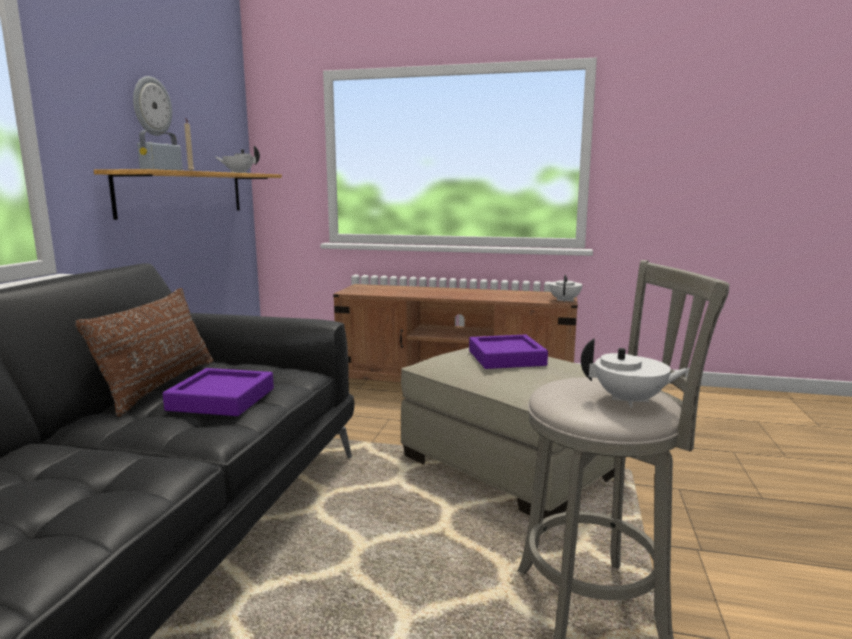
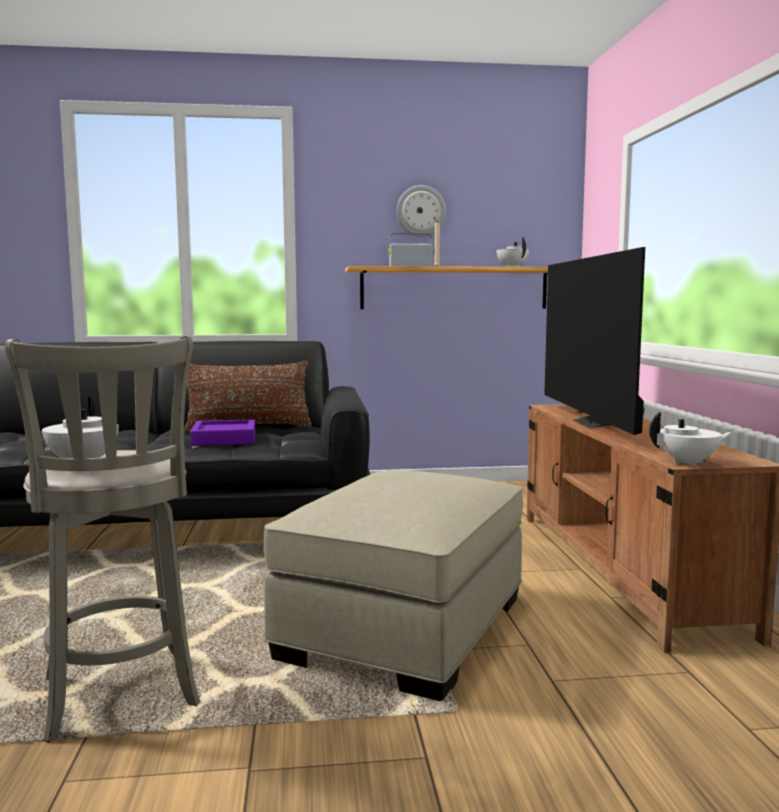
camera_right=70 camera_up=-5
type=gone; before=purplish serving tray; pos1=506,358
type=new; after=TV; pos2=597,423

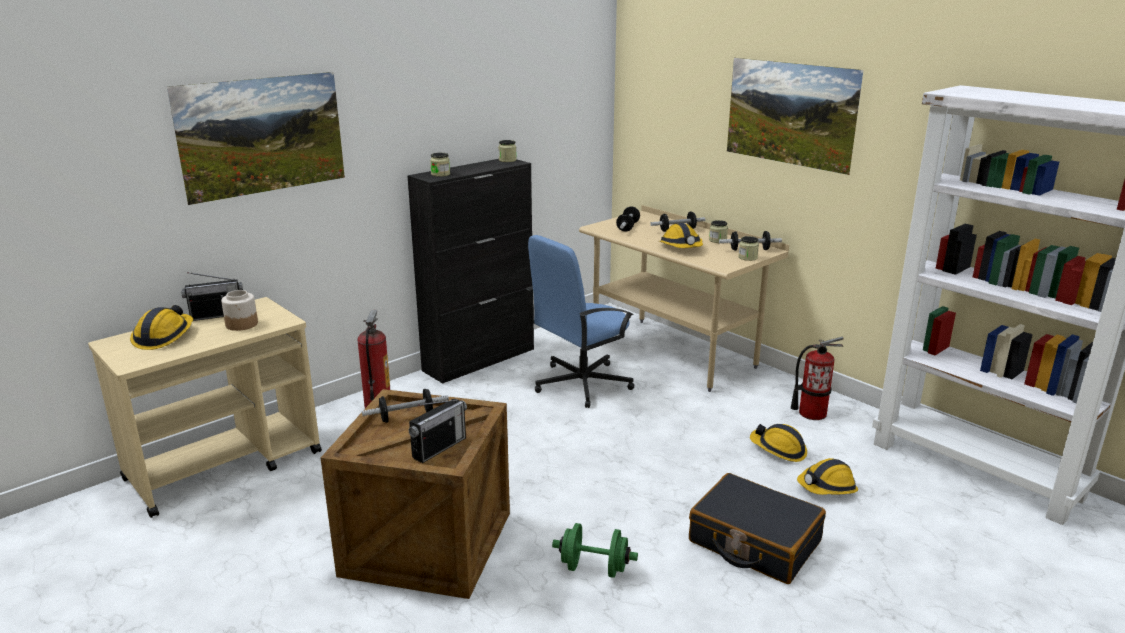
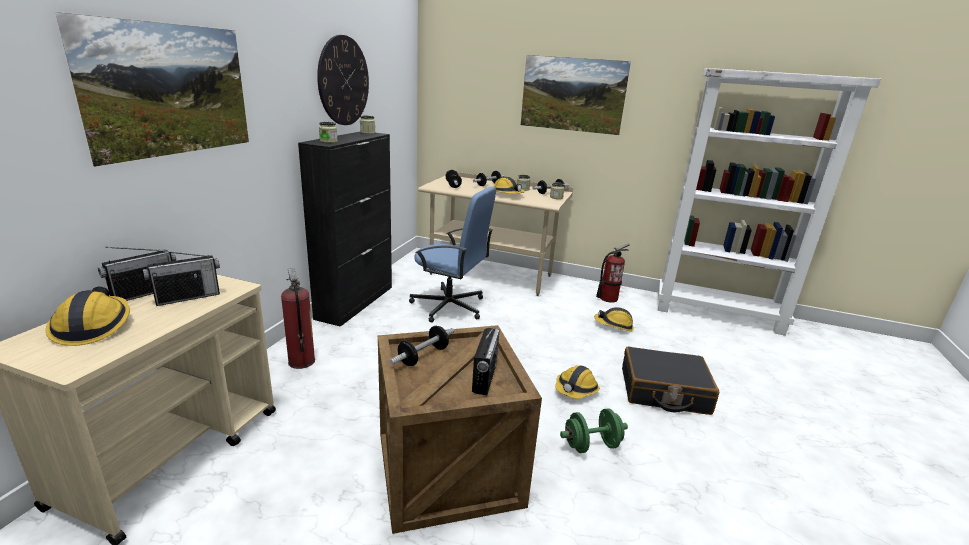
camera_right=-30 camera_up=0
type=rotated; before=blue-coloured computer chair; pos1=581,384; pos2=449,306; turn=-90
type=swapped; before=jar; after=radio set; pos1=242,324; pos2=188,297
type=shifted; before=hard hat; pos1=827,488; pos2=576,390
type=new; after=hanging clock; pos2=343,81

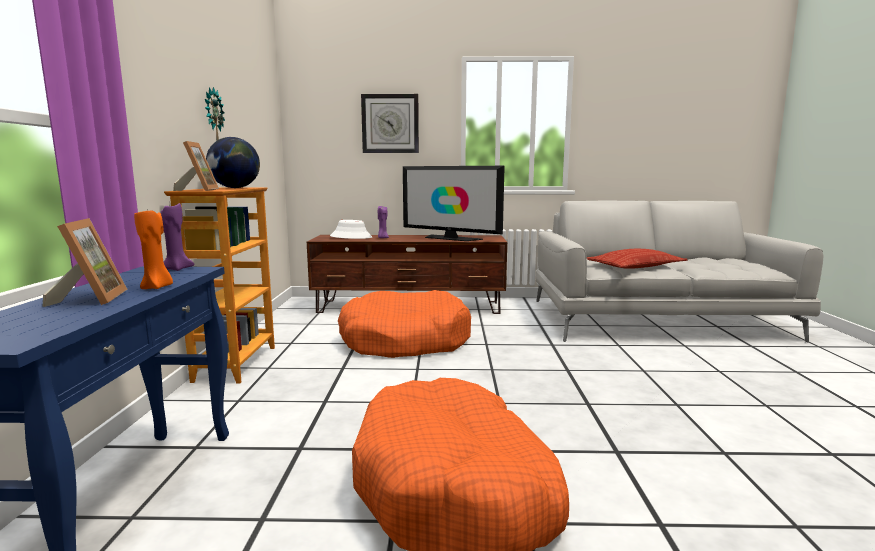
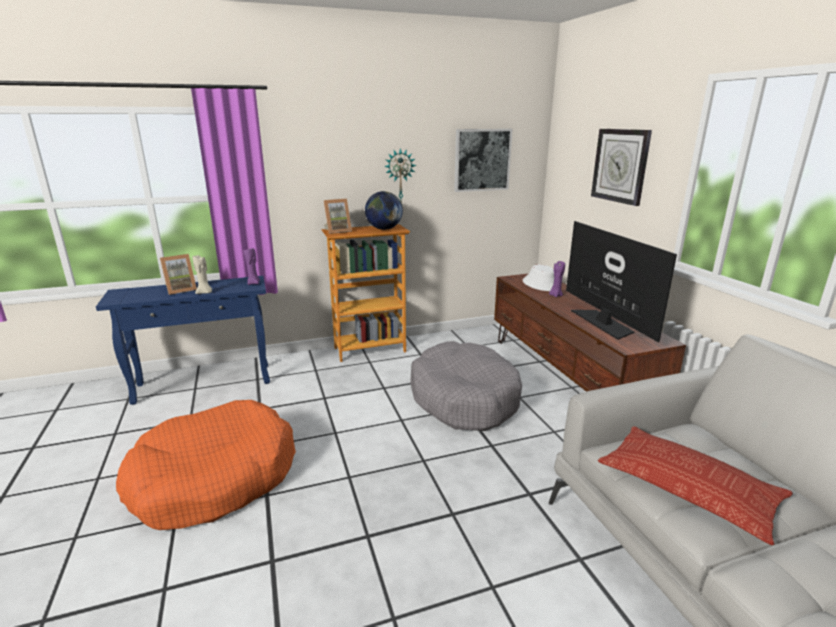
camera_right=70 camera_up=10
type=rotated; before=TV; pos1=451,238; pos2=603,322; turn=150
type=repainted; before=orange wax candle; after=sand-coloured wax candle; pos1=157,287; pos2=205,293
type=repainted; before=orange dog cushion; after=grey dog cushion; pos1=405,340; pos2=463,398
type=new; after=wall picture; pos2=482,160

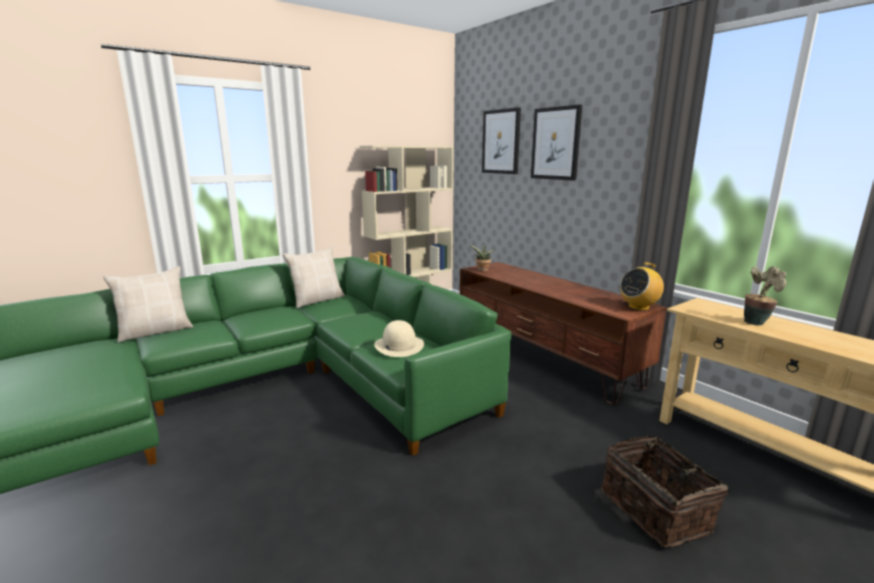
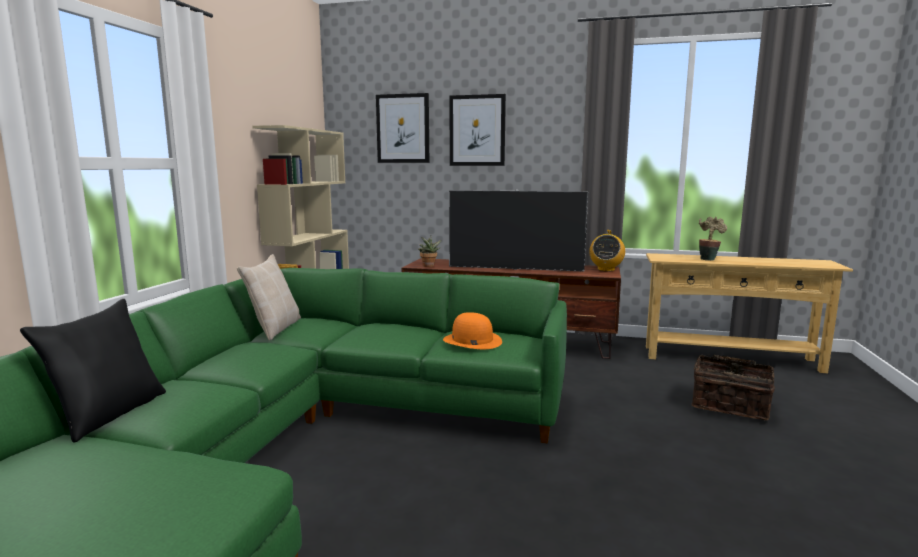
camera_right=-40 camera_up=-5
type=repainted; before=sand-coloured pillow; after=blackish pillow; pos1=155,332; pos2=109,414
type=repainted; before=sand-coloured clothing hat; after=orange clothing hat; pos1=399,345; pos2=472,340
type=new; after=TV; pos2=515,269

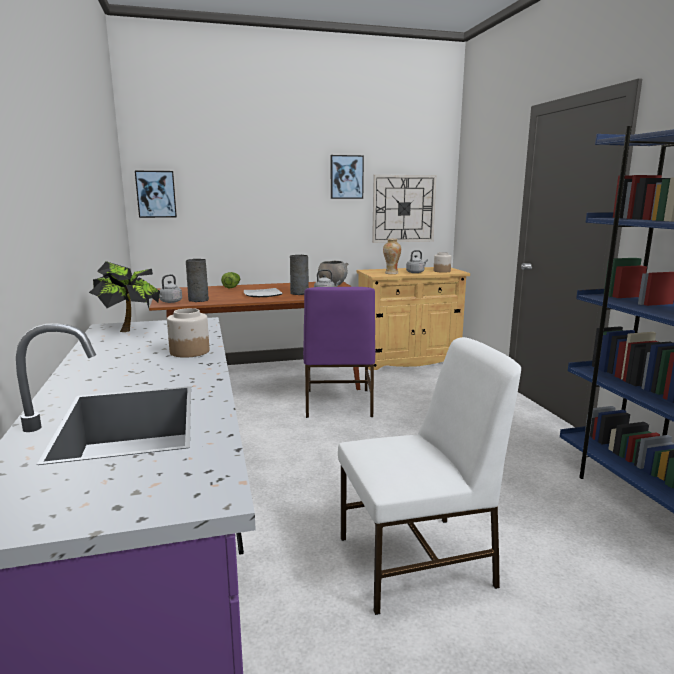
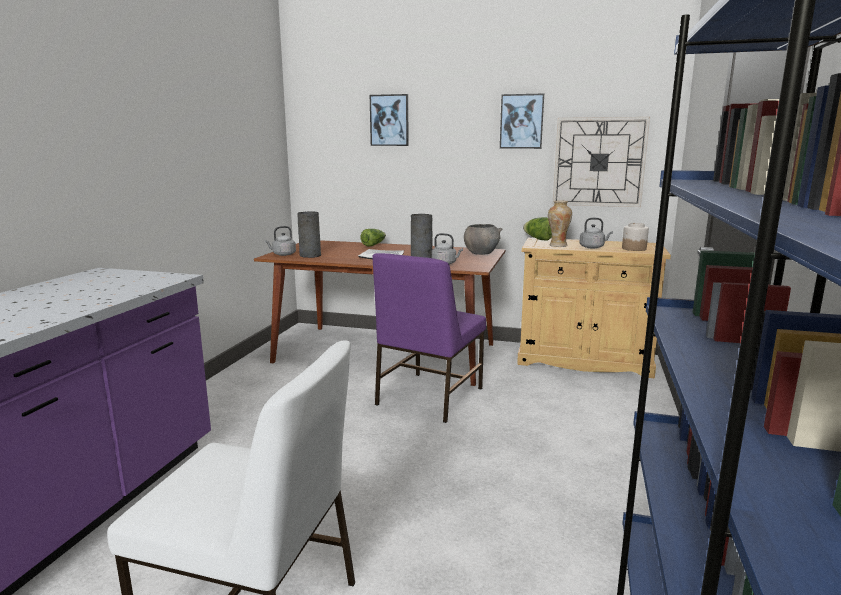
camera_right=30 camera_up=0
type=shifted; before=wall picture; pos1=156,194; pos2=389,120
type=gone; before=plant in a pot; pos1=129,328
type=gone; before=jar; pos1=189,352
type=new; after=lettuce head; pos2=538,239

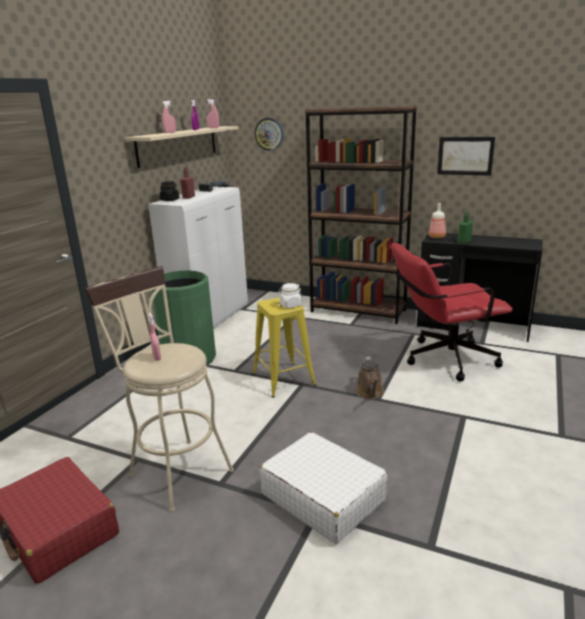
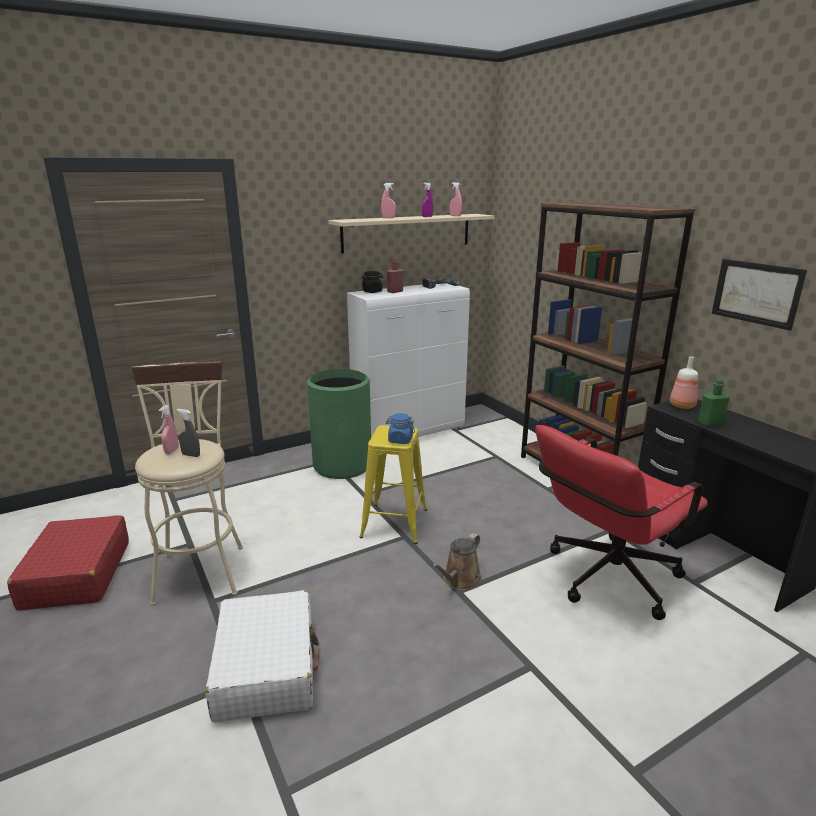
camera_right=35 camera_up=0
type=gone; before=hanging clock; pos1=269,134
type=rotated; before=reddish computer chair; pos1=442,359; pos2=605,580; turn=-60
type=repainted; before=whitish jar; after=blue-coloured jar; pos1=290,305; pos2=400,440
type=new; after=grey sprayer; pos2=191,455

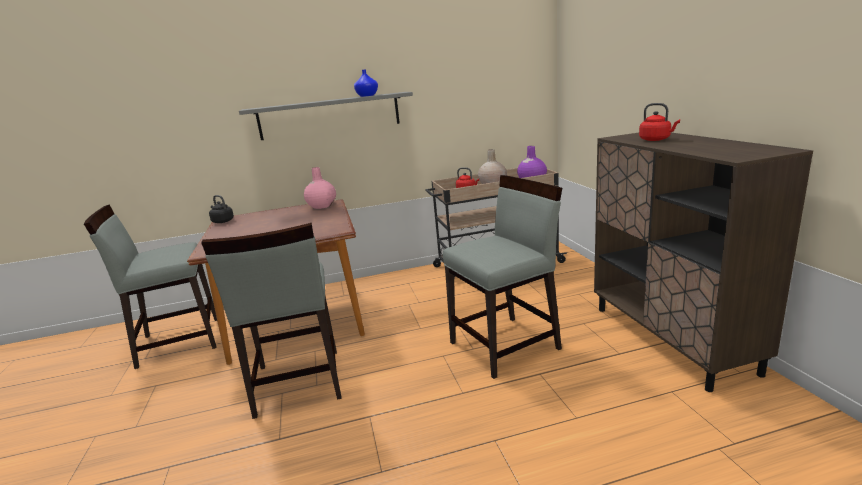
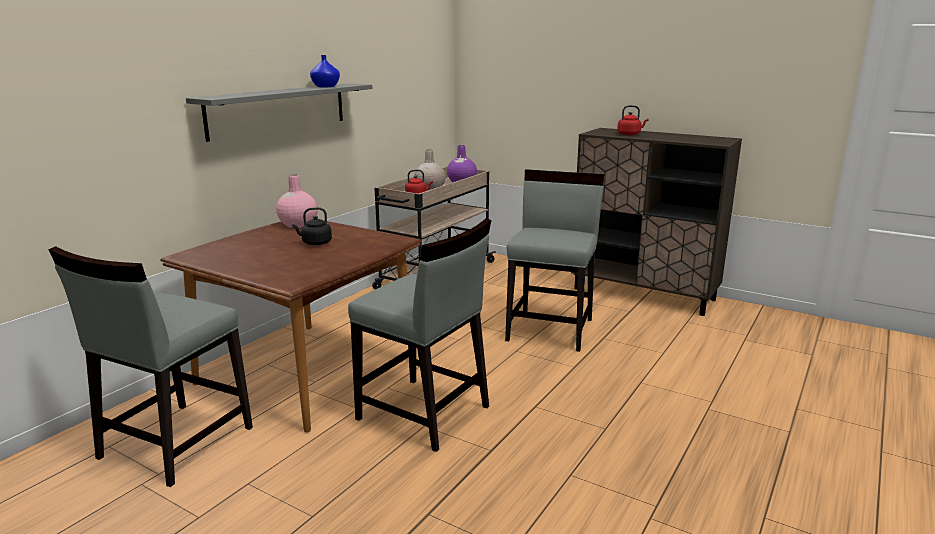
camera_right=-45 camera_up=0
type=shifted; before=blackish kettle; pos1=222,221; pos2=315,243

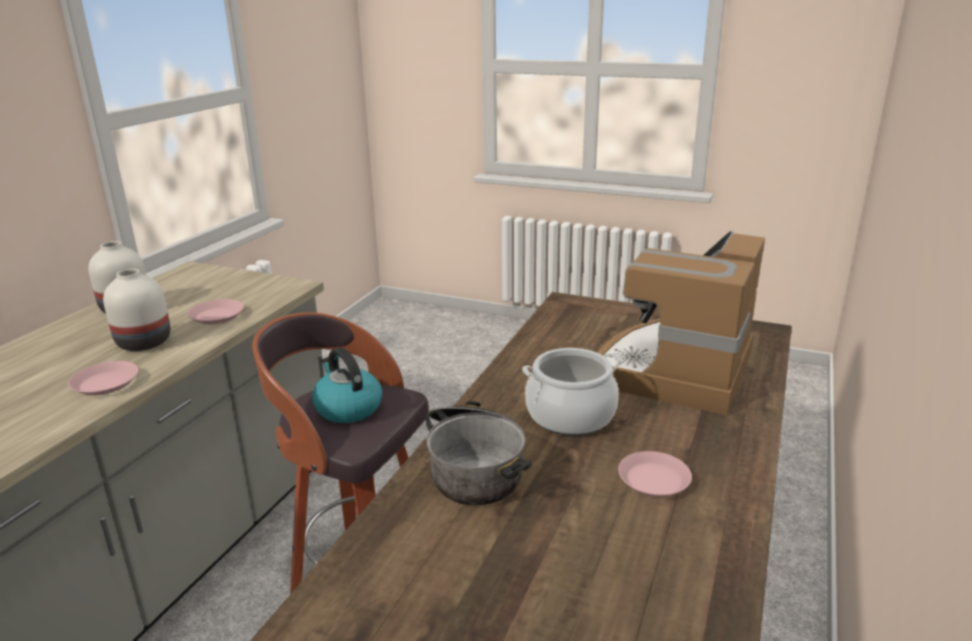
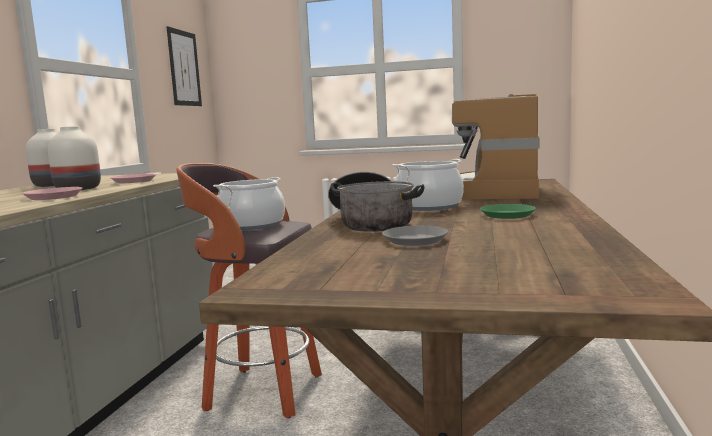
camera_right=-10 camera_up=-15
type=swapped; before=kettle; after=cooking pot; pos1=347,408; pos2=252,225
type=repainted; before=pinkish dinner plate; after=green-coloured dinner plate; pos1=653,479; pos2=507,215
type=new; after=wall picture; pos2=184,68
type=new; after=grey dinner plate; pos2=414,240

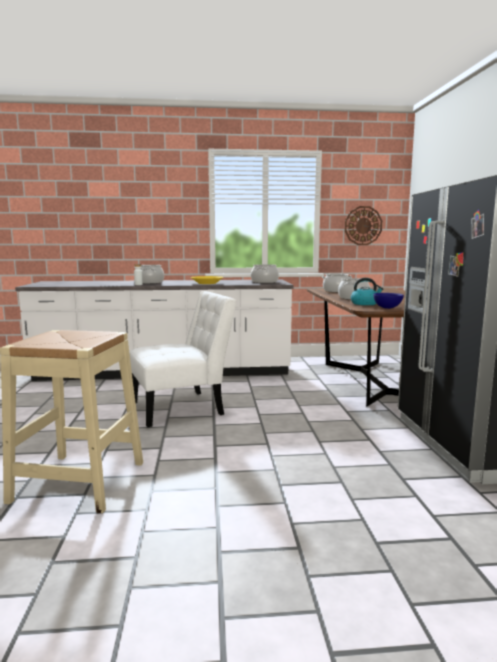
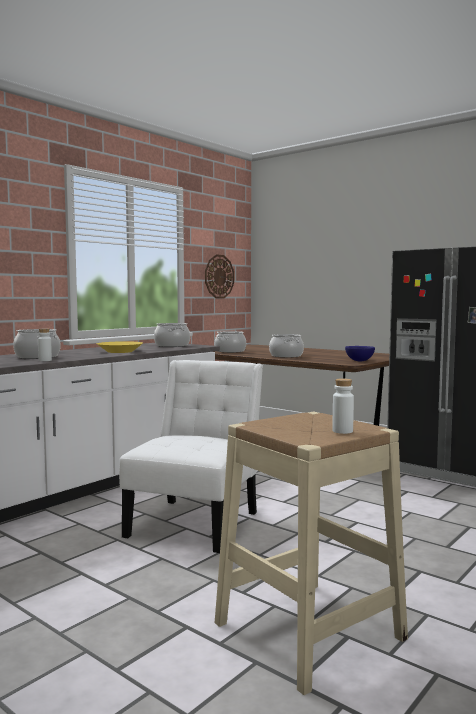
camera_right=-45 camera_up=-5
type=gone; before=kettle; pos1=365,303
type=new; after=whitish bottle; pos2=342,431

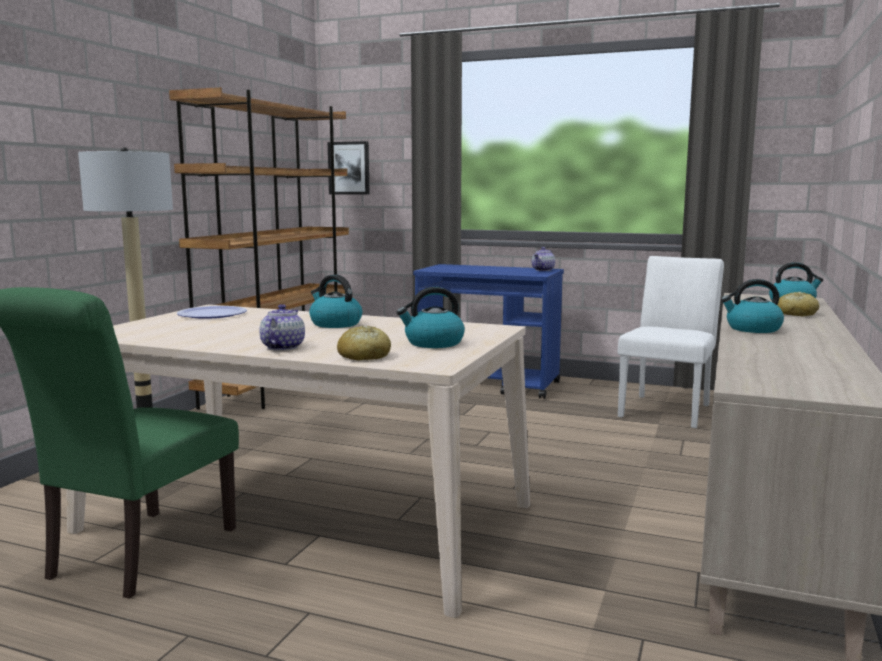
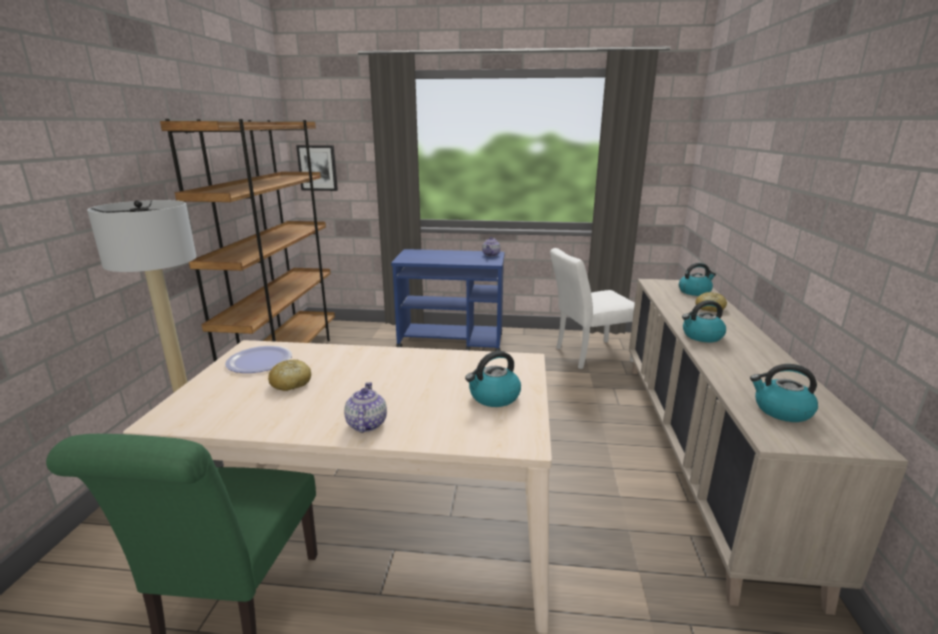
camera_right=-15 camera_up=10
type=rotated; before=whitish chair; pos1=667,409; pos2=588,355; turn=-120
type=shifted; before=kettle; pos1=335,324; pos2=781,410
type=shifted; before=bread; pos1=364,356; pos2=291,383

